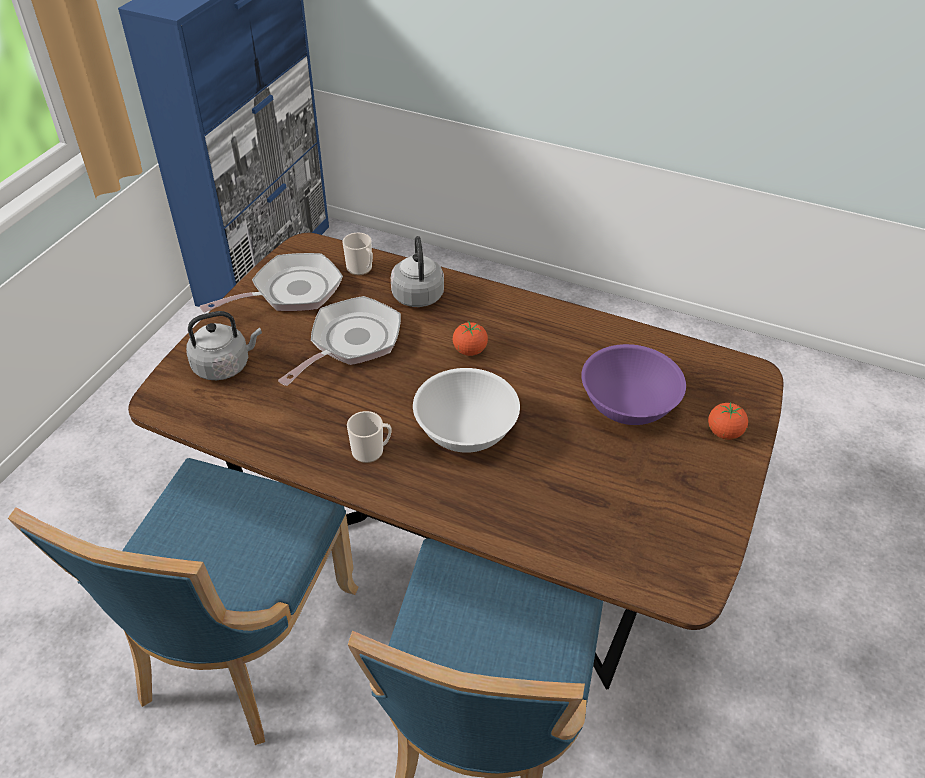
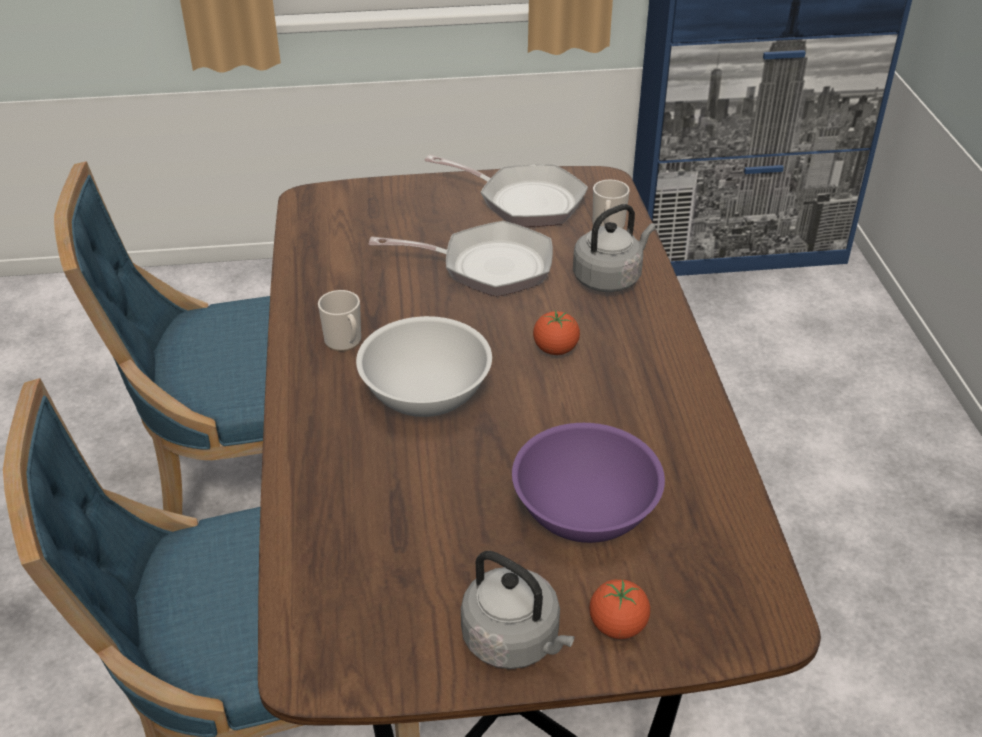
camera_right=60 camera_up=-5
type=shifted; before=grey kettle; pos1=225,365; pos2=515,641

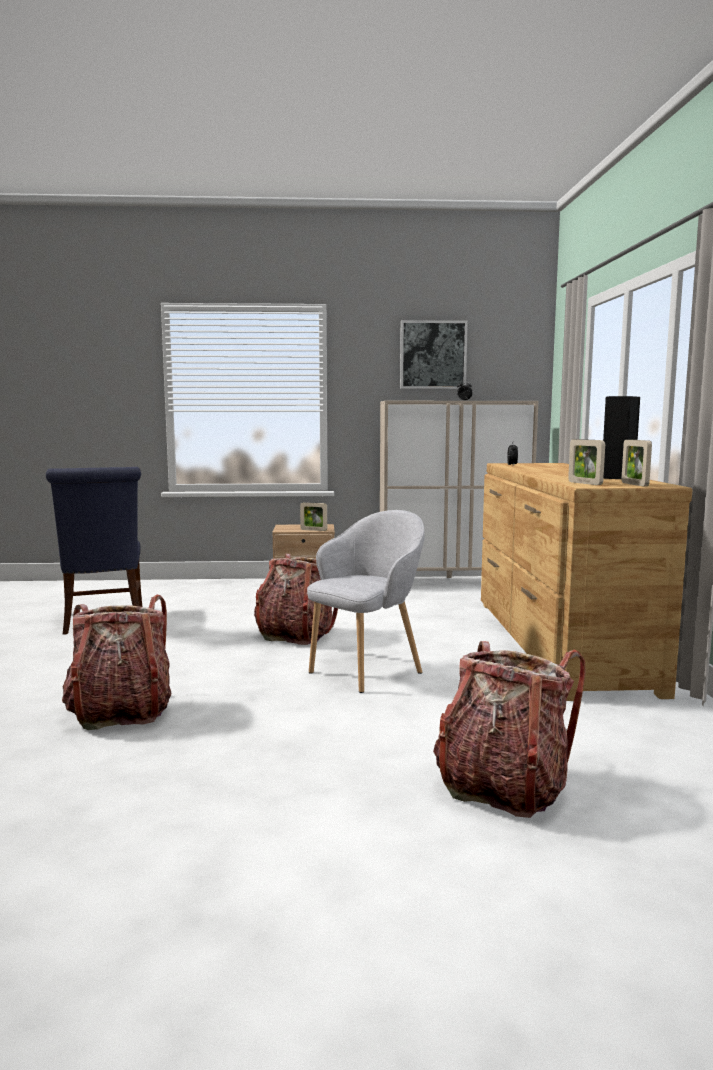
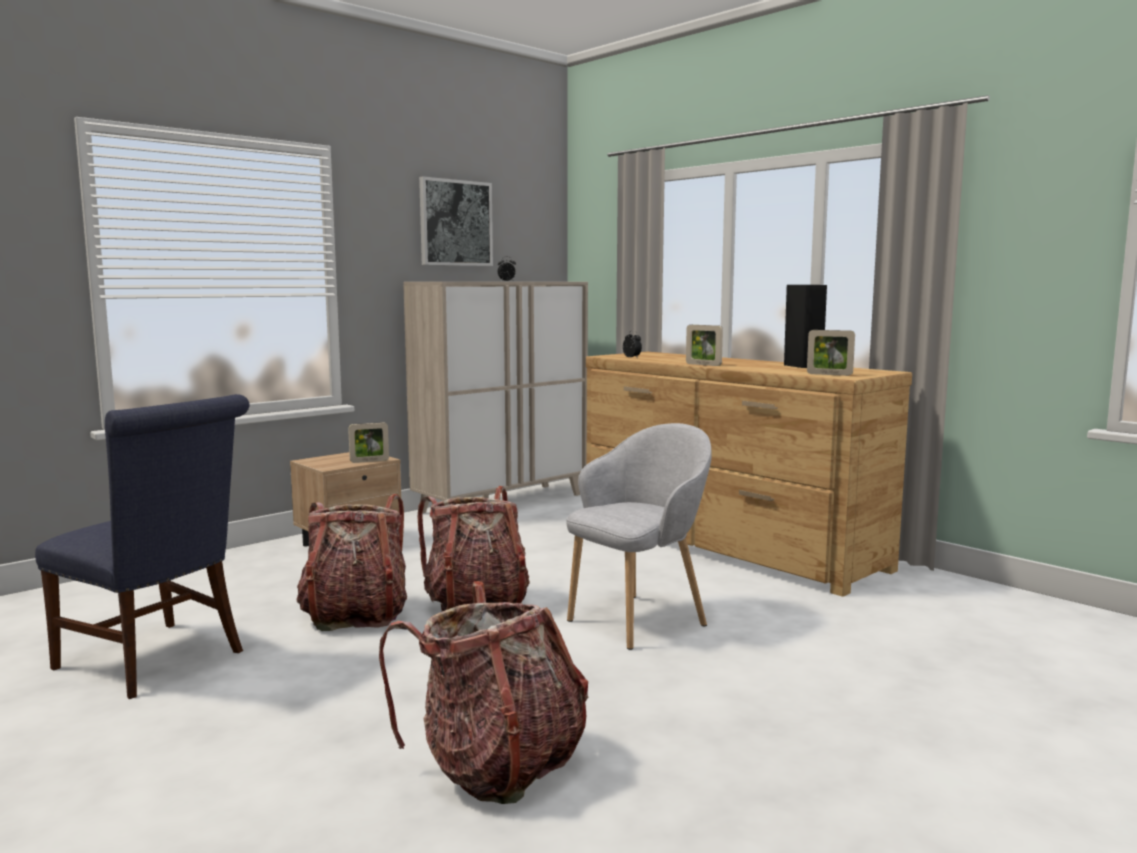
camera_right=-40 camera_up=0
type=shifted; before=photo frame; pos1=634,484; pos2=703,364
type=rotated; before=grey easy chair; pos1=367,670; pos2=638,620; turn=45
type=shifted; before=knapsack; pos1=502,787; pos2=355,615

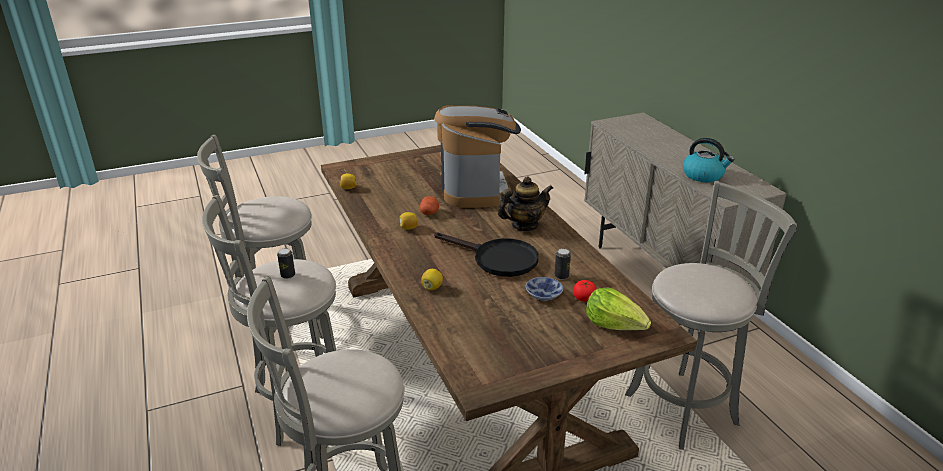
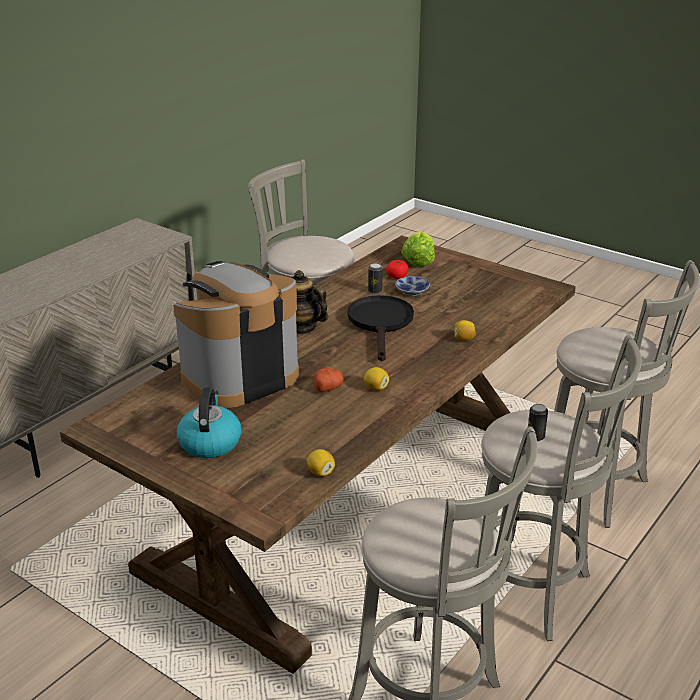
camera_right=-120 camera_up=0
type=shifted; before=kettle; pos1=703,175; pos2=210,442

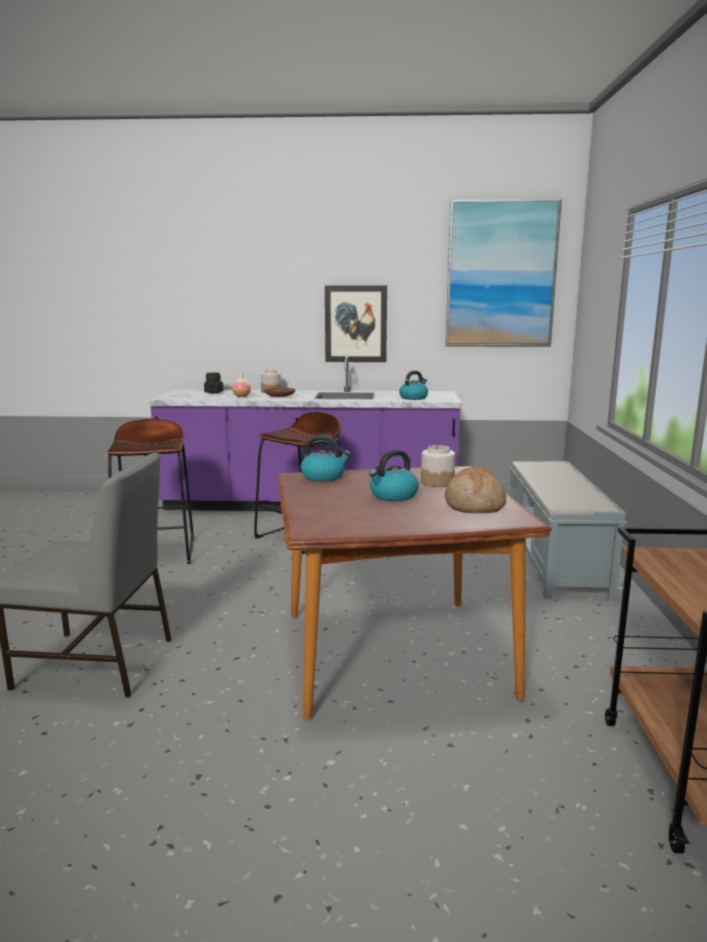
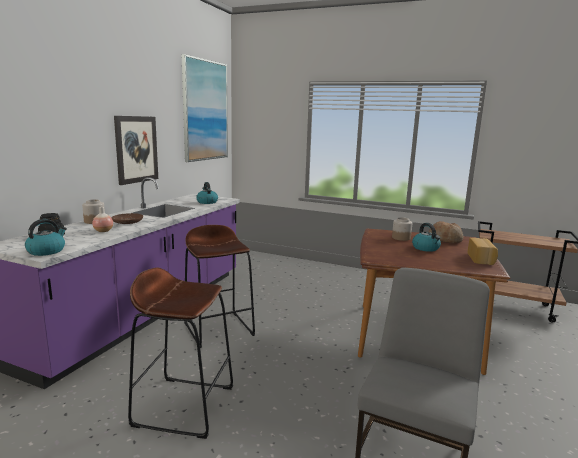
camera_right=-70 camera_up=0
type=shifted; before=kettle; pos1=324,477; pos2=47,251
type=gone; before=grey long seat; pos1=555,560
type=new; after=bread; pos2=481,259

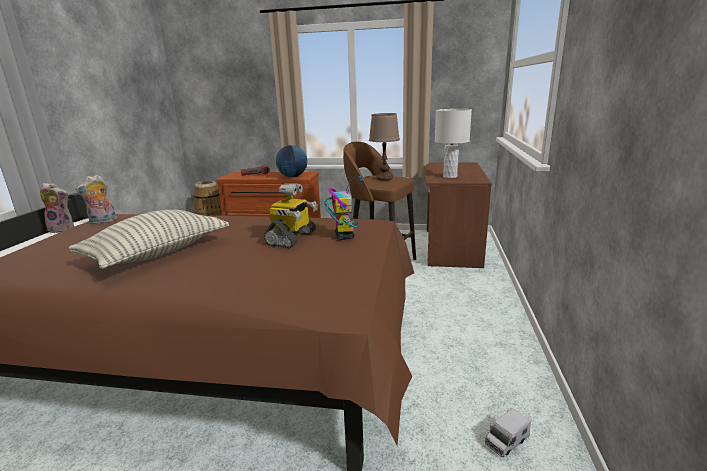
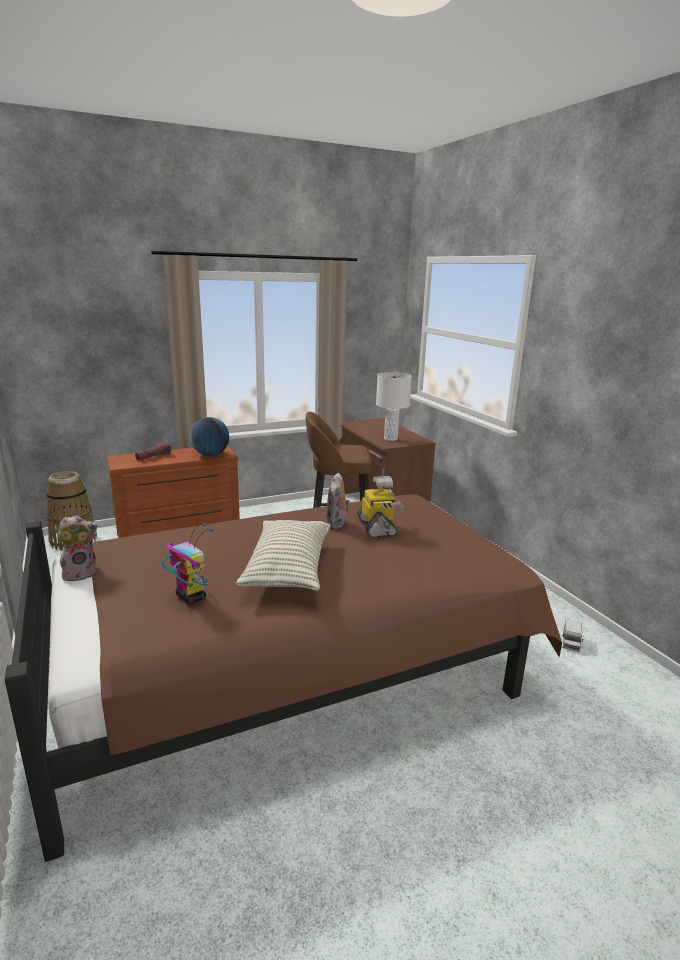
camera_right=-35 camera_up=0
type=gone; before=brown tabletop lamp; pos1=384,178
type=shifted; before=cuddly toy; pos1=103,222; pos2=337,524
type=shifted; before=model robot; pos1=344,236; pos2=190,597

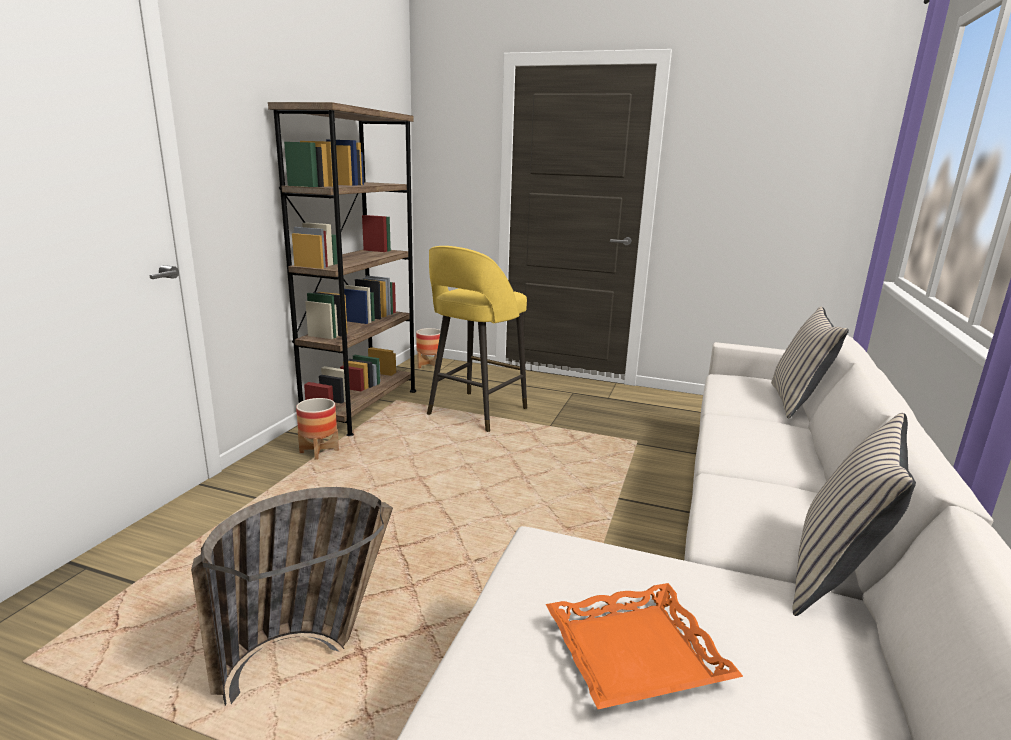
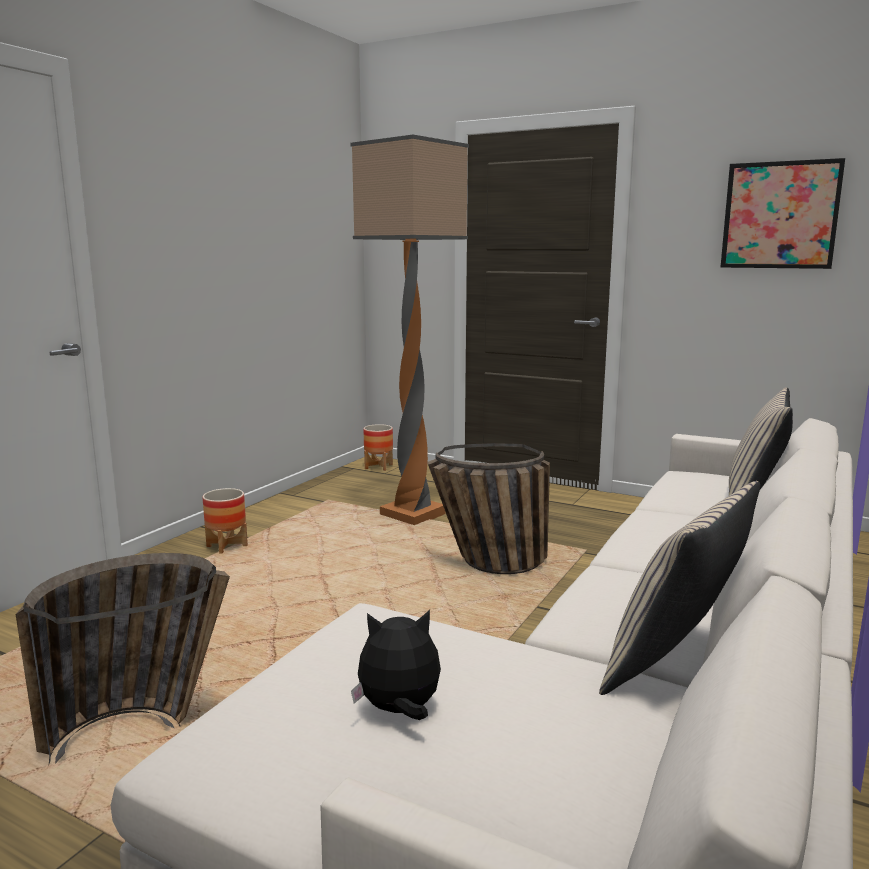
camera_right=10 camera_up=-5
type=gone; before=brown bookshelf; pos1=362,407
type=swapped; before=yellowish stool seat; after=standing lamp; pos1=475,412; pos2=410,514
type=swapped; before=orange serving tray; after=cuddly toy; pos1=636,654; pos2=400,711
type=new; after=wall picture; pos2=780,215
type=new; after=storage basket; pos2=487,565

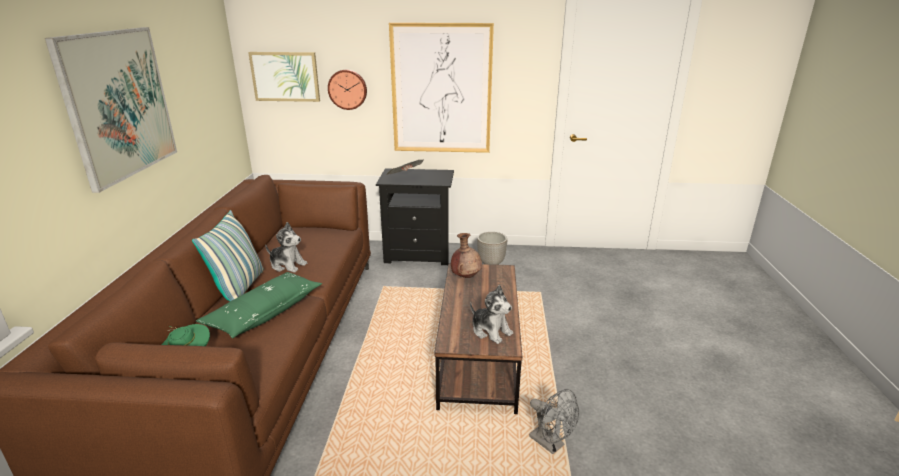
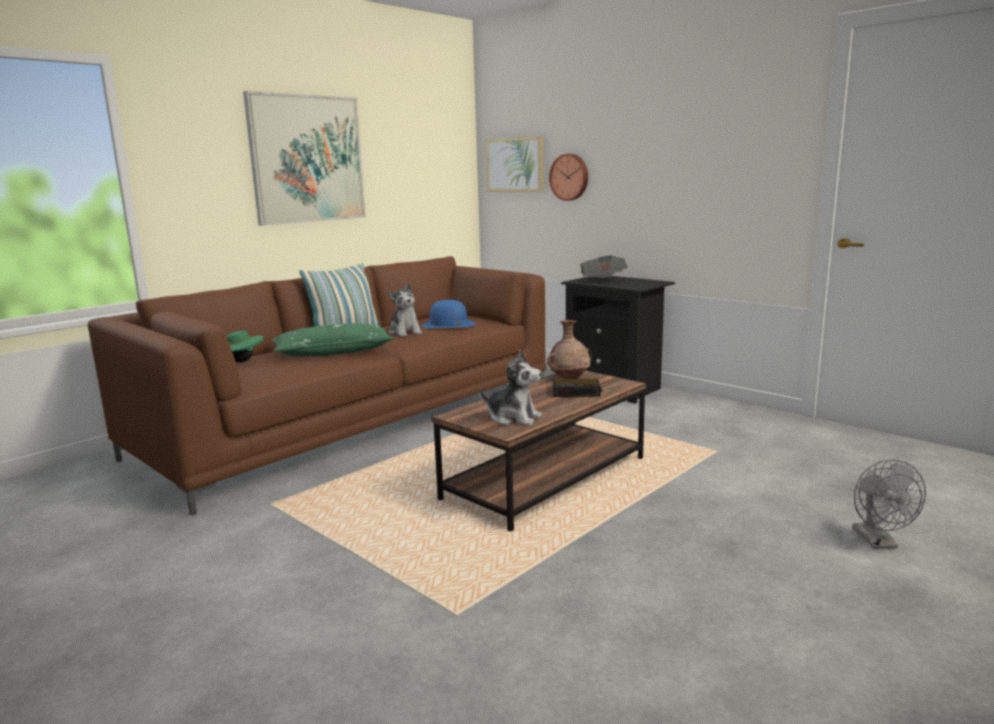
camera_right=40 camera_up=-10
type=gone; before=wall picture; pos1=441,89
type=gone; before=flower pot; pos1=491,263
type=rotated; before=cuddly toy; pos1=491,331; pos2=513,418; turn=-60
type=shifted; before=grey cooling fan; pos1=551,444; pos2=878,542
type=new; after=blue-coloured clothing hat; pos2=448,324
type=new; after=table clock; pos2=577,392

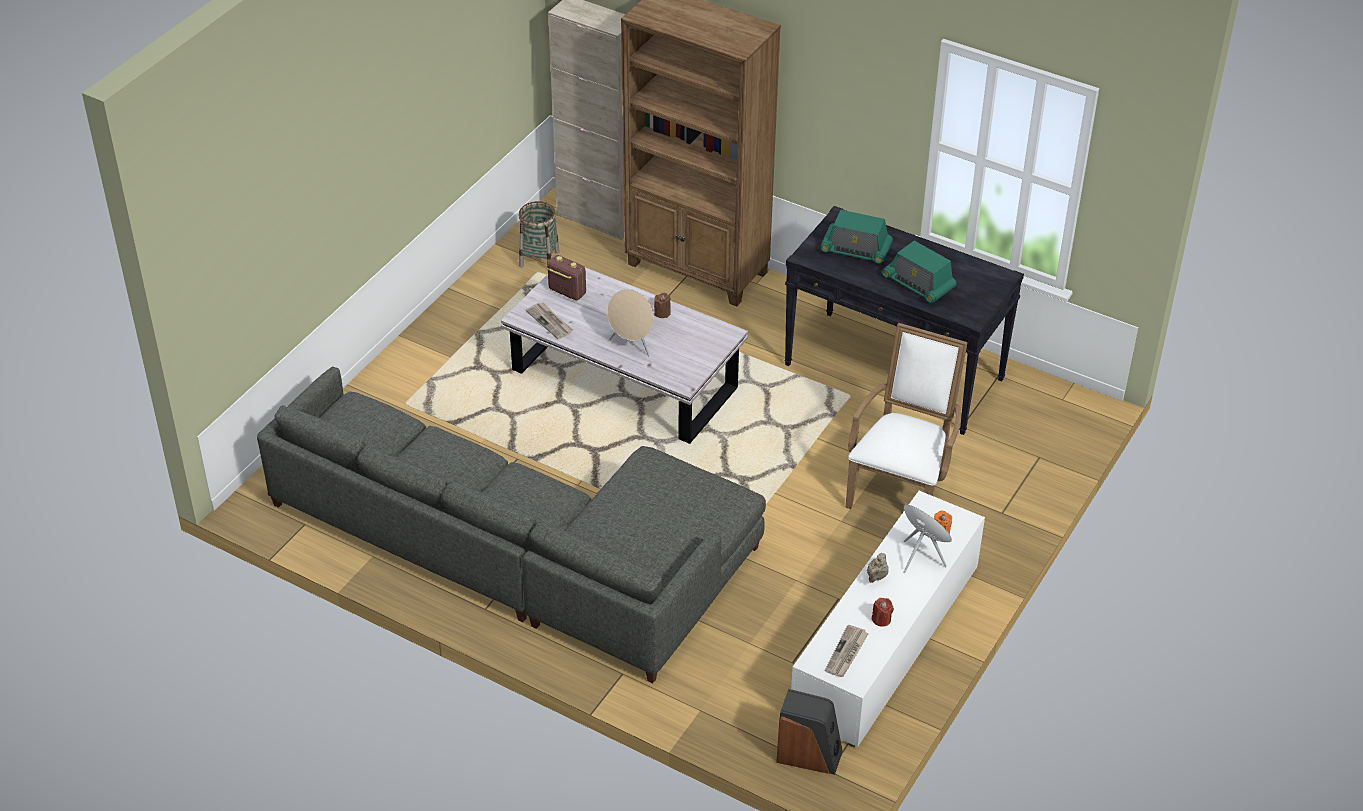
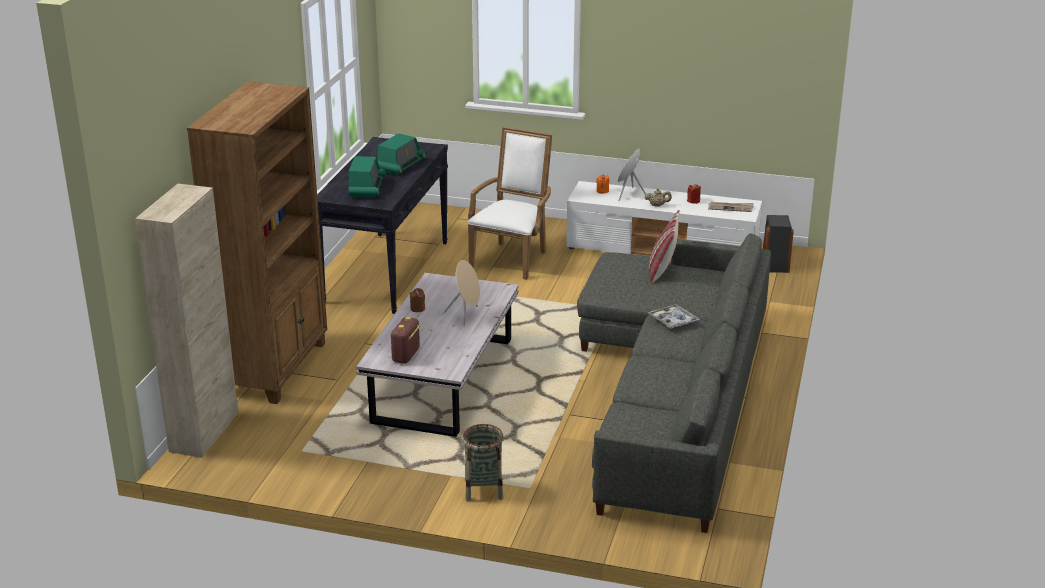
camera_right=-105 camera_up=-15
type=shifted; before=storage basket; pos1=539,259; pos2=483,489
type=gone; before=printed paper; pos1=550,322
type=rotated; before=whitish easy chair; pos1=902,487; pos2=512,258; turn=105
type=new; after=pillow; pos2=662,270
type=new; after=serving tray; pos2=673,321

